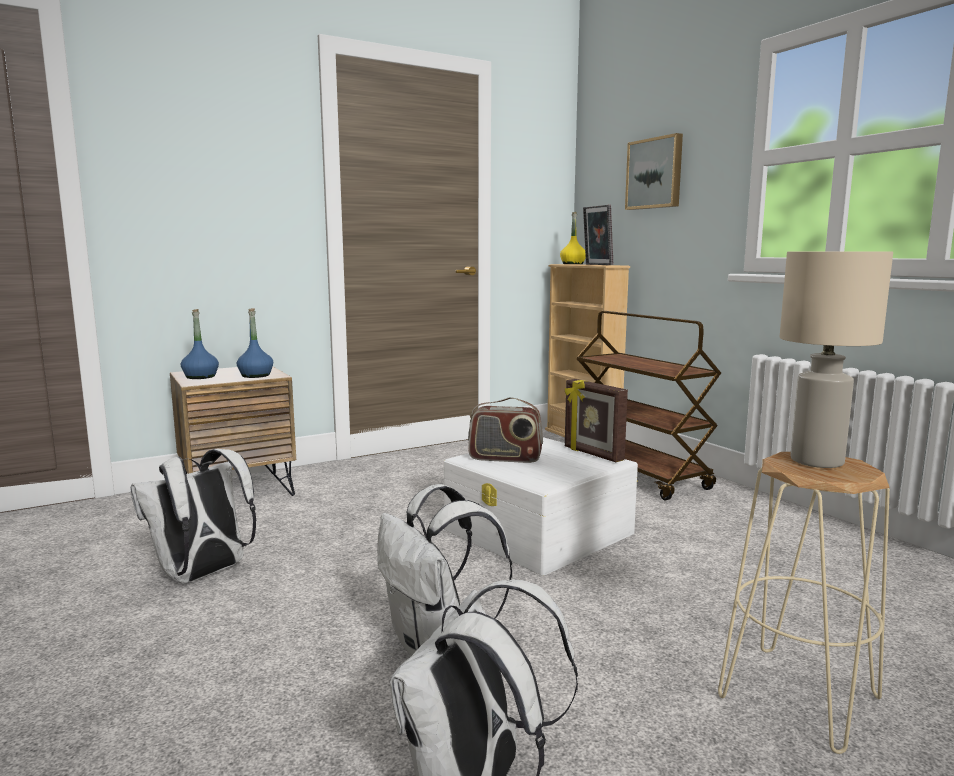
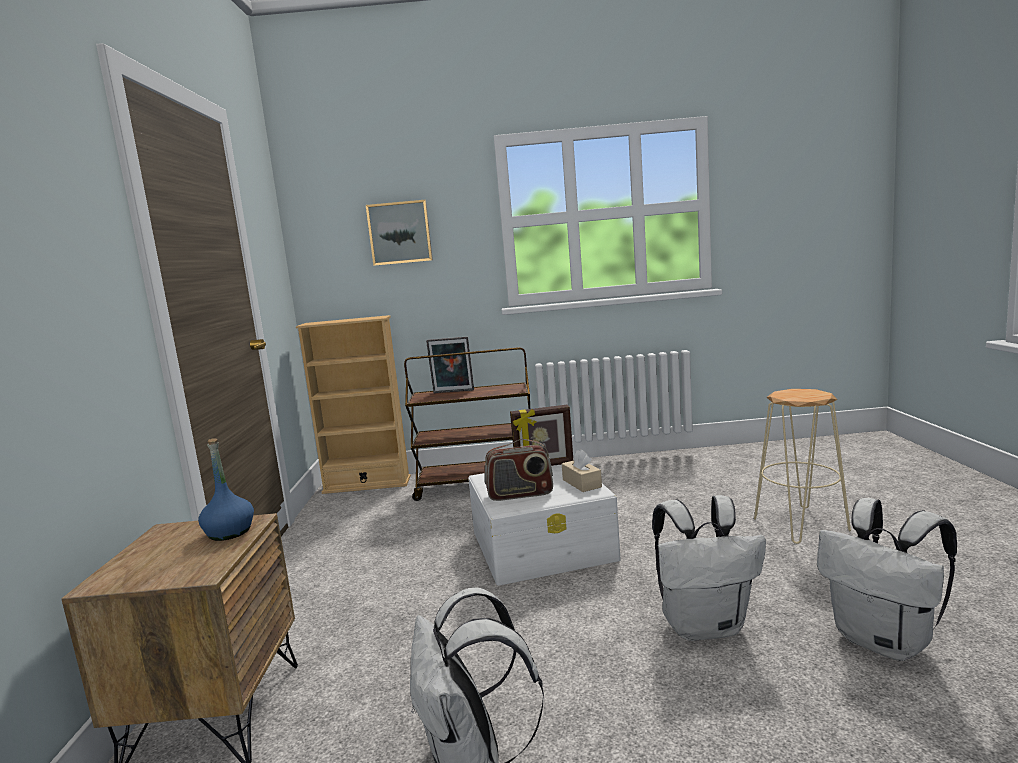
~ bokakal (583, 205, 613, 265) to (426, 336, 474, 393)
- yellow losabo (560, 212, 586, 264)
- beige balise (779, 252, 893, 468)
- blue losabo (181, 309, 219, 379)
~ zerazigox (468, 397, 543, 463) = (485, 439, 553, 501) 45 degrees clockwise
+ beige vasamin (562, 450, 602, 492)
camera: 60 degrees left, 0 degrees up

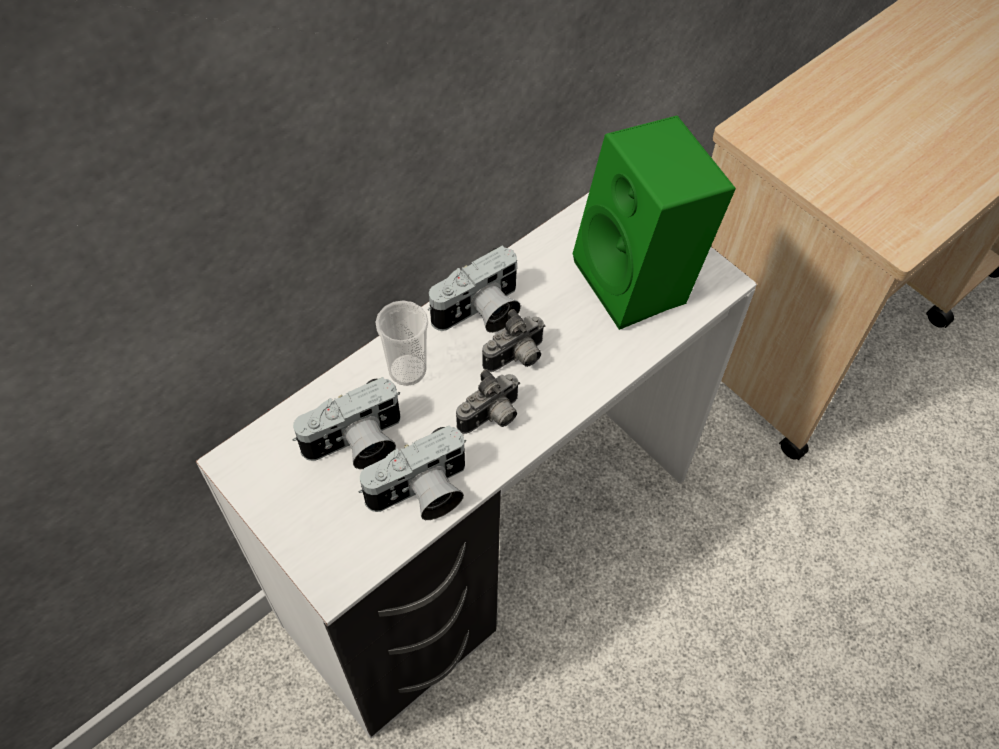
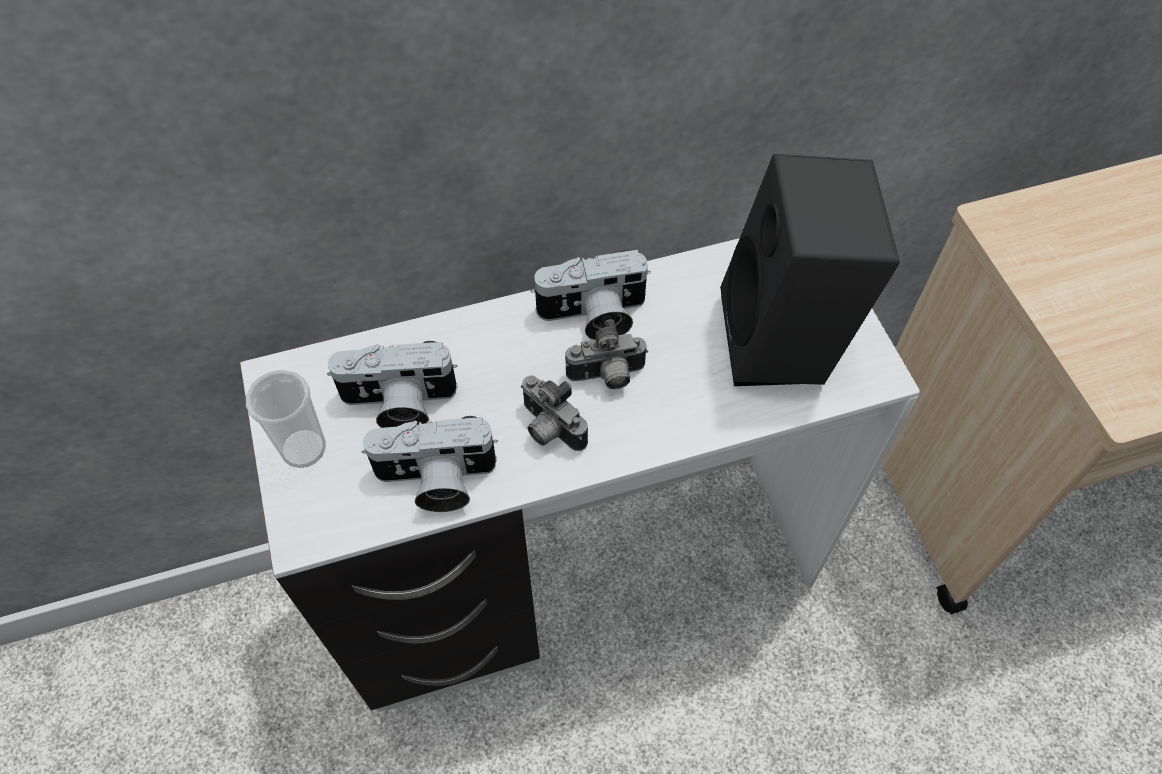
~ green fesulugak (573, 115, 736, 330) to black fesulugak (720, 154, 900, 386)
~ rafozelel (375, 300, 428, 386) to (246, 370, 326, 468)
~ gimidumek (456, 369, 520, 434) = (521, 375, 588, 451) 60 degrees clockwise
camera: 25 degrees right, 0 degrees up

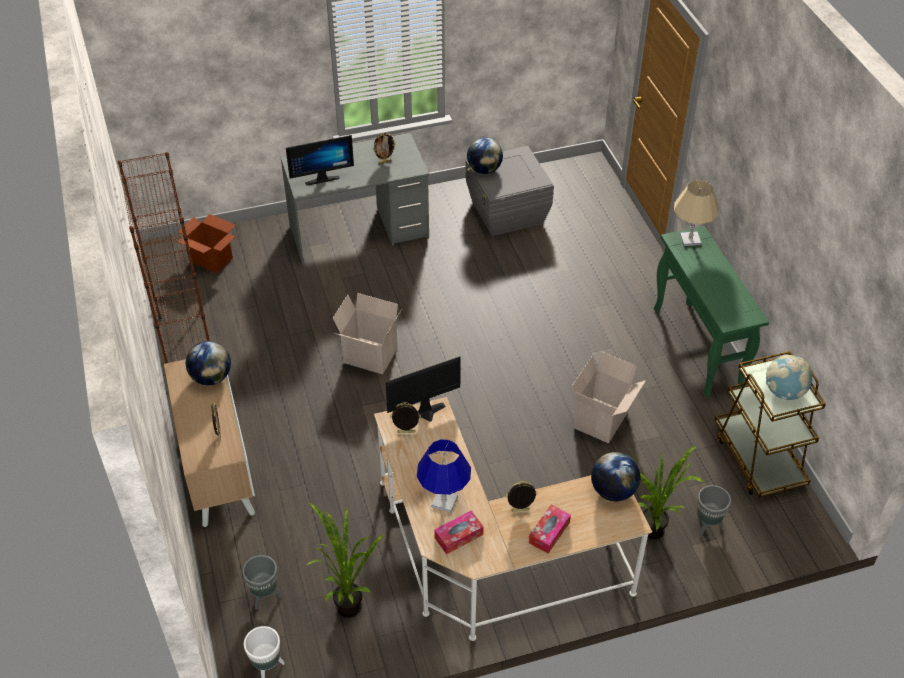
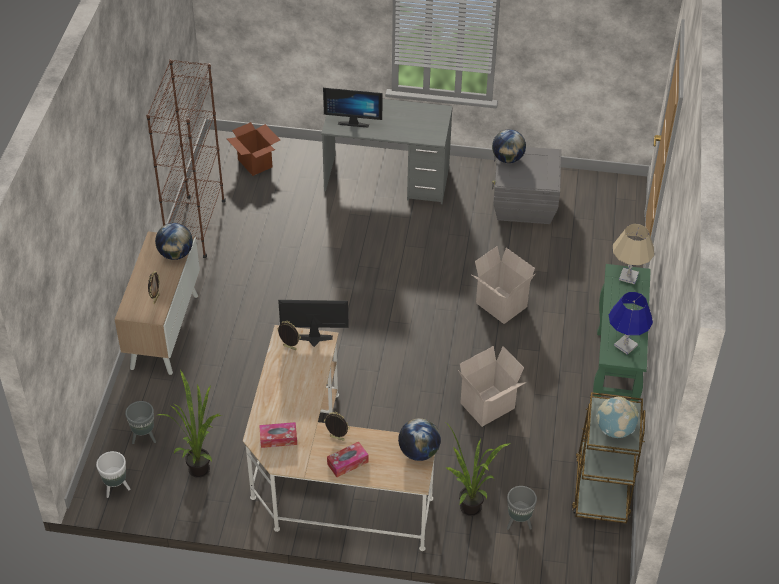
- bokakal (373, 133, 396, 164)
~ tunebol (333, 293, 402, 374) to (472, 246, 536, 324)
~ blue balise (417, 439, 471, 513) to (609, 292, 653, 355)
camera: 25 degrees right, 0 degrees up

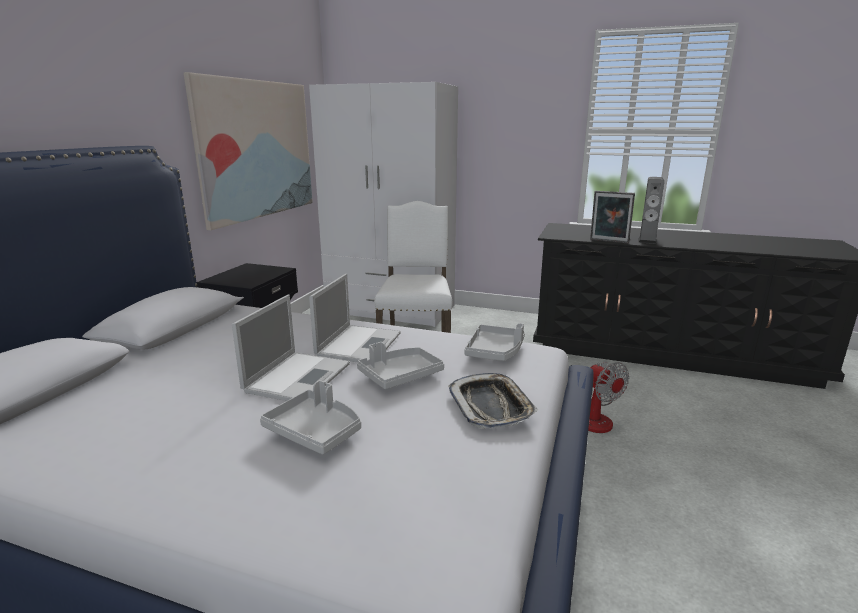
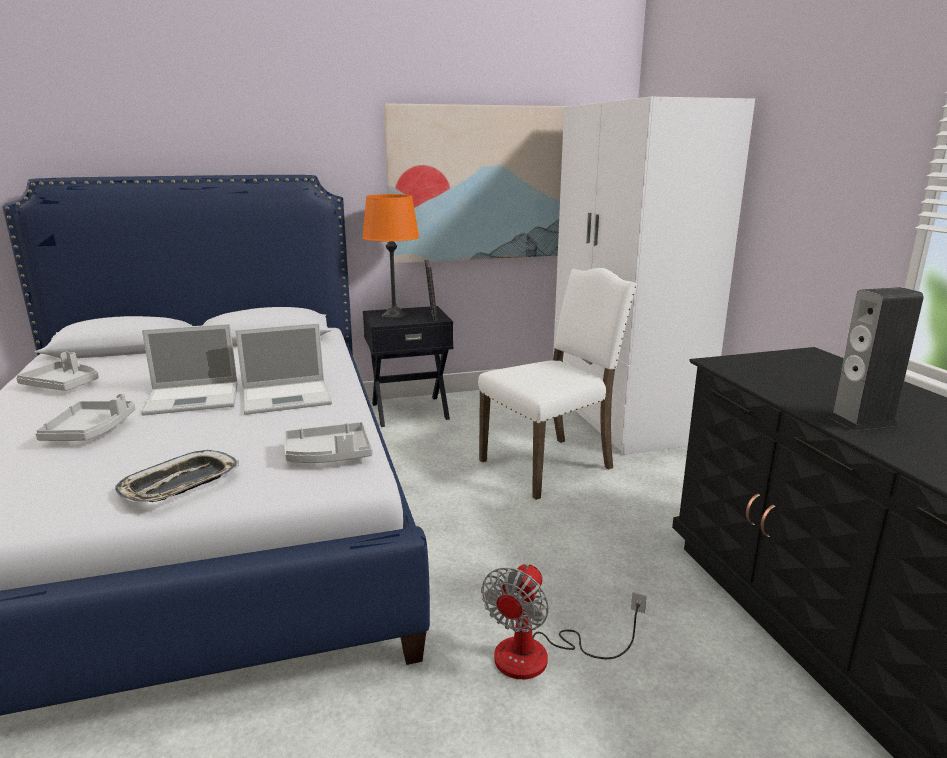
~ bokakal (590, 191, 635, 243) to (425, 260, 438, 321)
~ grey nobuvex (357, 342, 444, 389) to (16, 352, 99, 391)
+ orange balise (362, 194, 419, 318)
camera: 55 degrees right, 0 degrees up

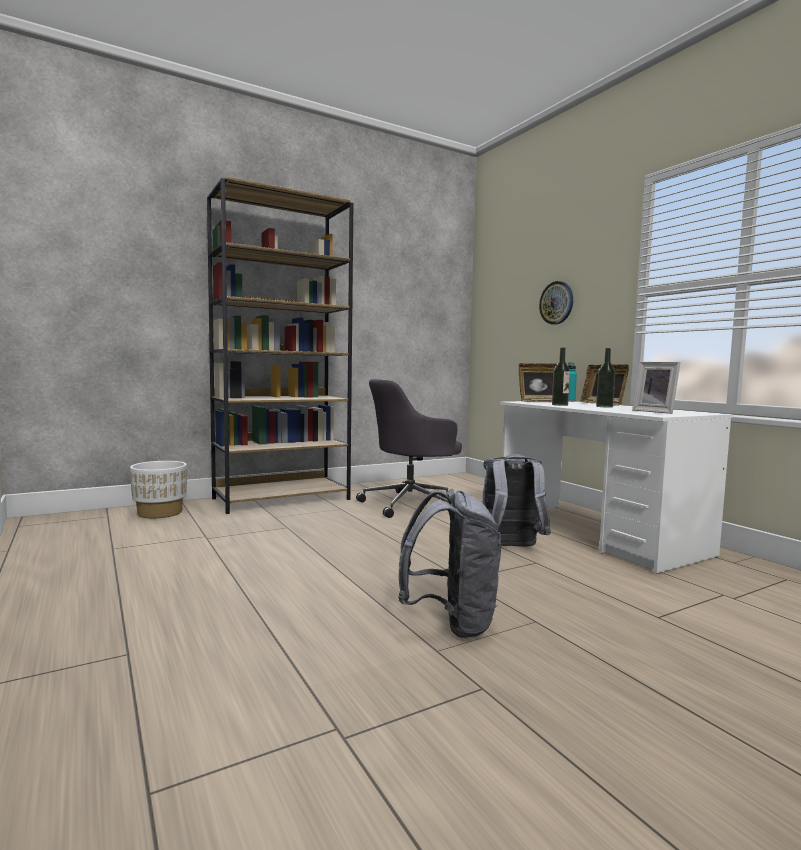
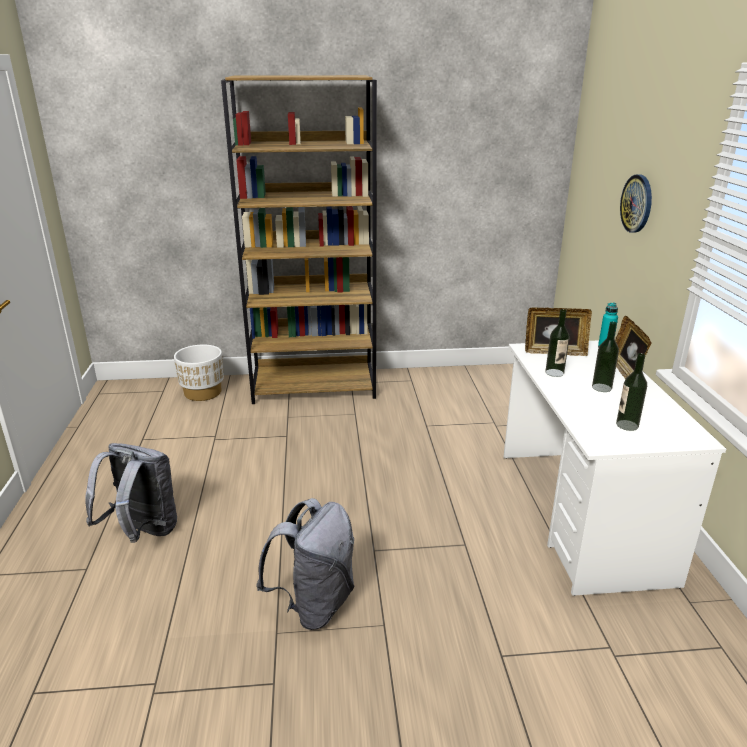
~ bokakal (632, 362, 681, 414) to losabo (616, 353, 647, 431)
- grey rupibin (356, 379, 462, 518)
~ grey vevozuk (482, 454, 551, 547) to (86, 443, 177, 543)
camera: 25 degrees right, 20 degrees up

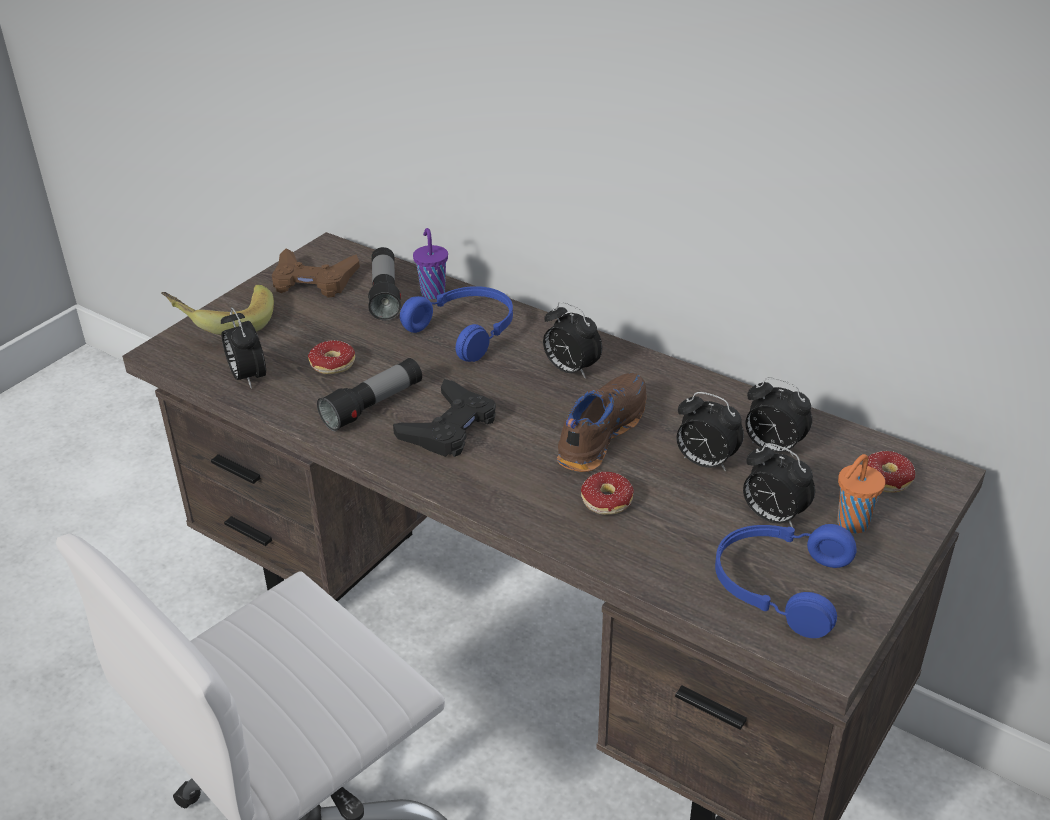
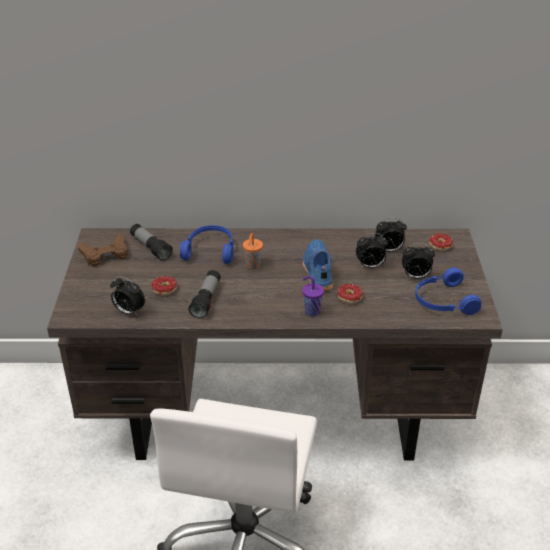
~ purple rafozelel (413, 228, 448, 299) to (302, 276, 324, 316)
- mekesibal (161, 284, 274, 335)
- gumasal (543, 302, 602, 379)
~ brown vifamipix (557, 373, 646, 472) to blue vifamipix (303, 239, 333, 291)
- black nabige (393, 379, 496, 457)
~ orange rafozelel (837, 454, 885, 533) to (243, 233, 263, 270)
camera: 35 degrees left, 0 degrees up

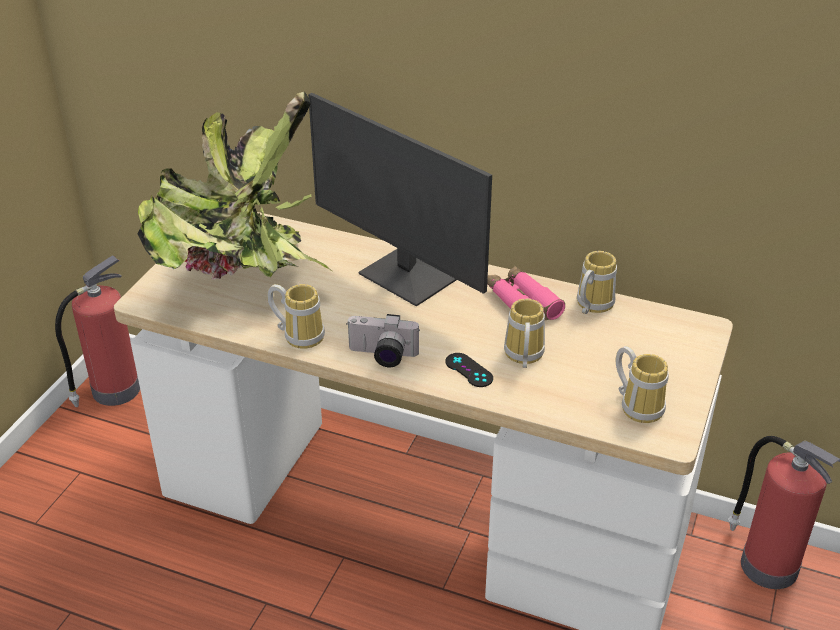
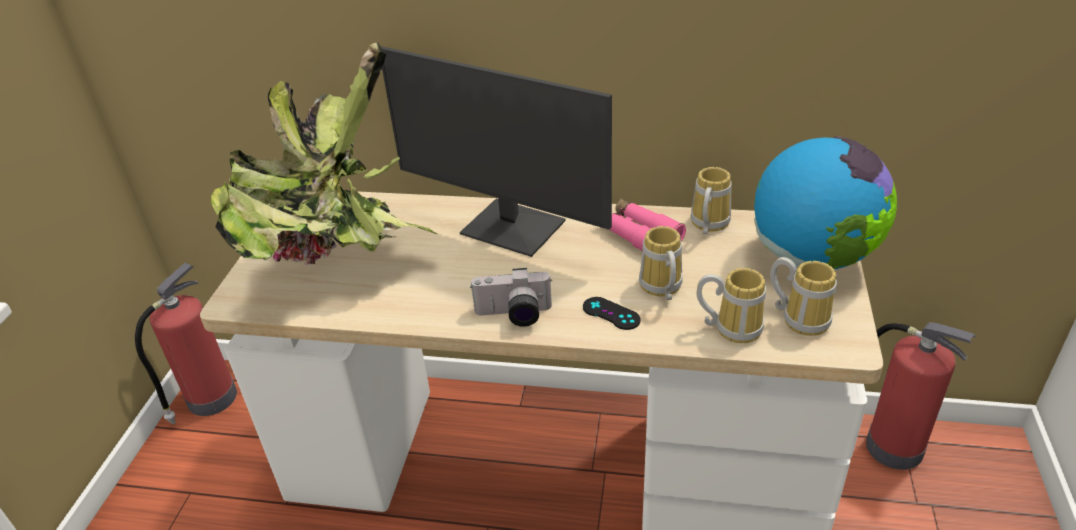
~ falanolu (267, 284, 325, 349) to (696, 268, 766, 343)
+ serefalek (754, 136, 897, 269)
camera: 10 degrees left, 0 degrees up

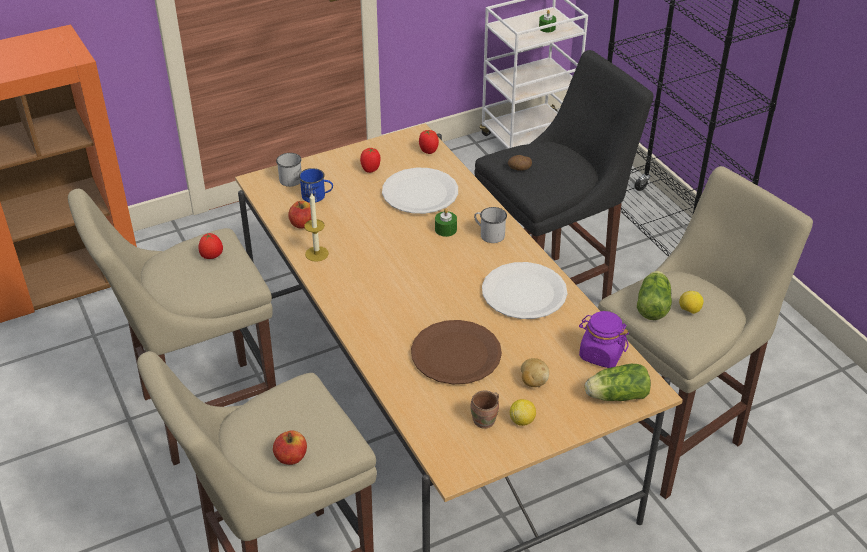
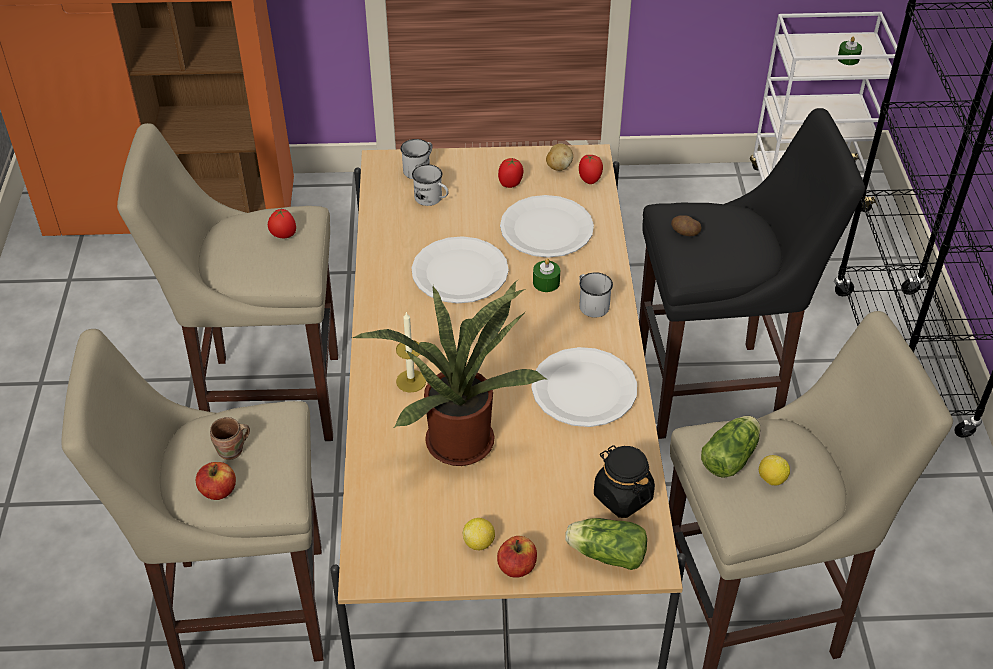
~ blue falanolu (299, 168, 333, 203) to white falanolu (412, 164, 449, 206)
~ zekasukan (304, 193, 329, 262) to (396, 311, 426, 393)
~ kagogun (288, 201, 311, 229) to (497, 536, 537, 578)
~ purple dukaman (579, 311, 629, 368) to black dukaman (594, 445, 655, 518)
~ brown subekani (411, 320, 502, 384) to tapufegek (352, 281, 548, 466)
~ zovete (521, 358, 549, 387) to (546, 143, 573, 171)
~ brown falanolu (470, 390, 499, 429) to (210, 417, 250, 460)
+ white subekani (411, 236, 509, 304)
camera: 25 degrees right, 5 degrees up

